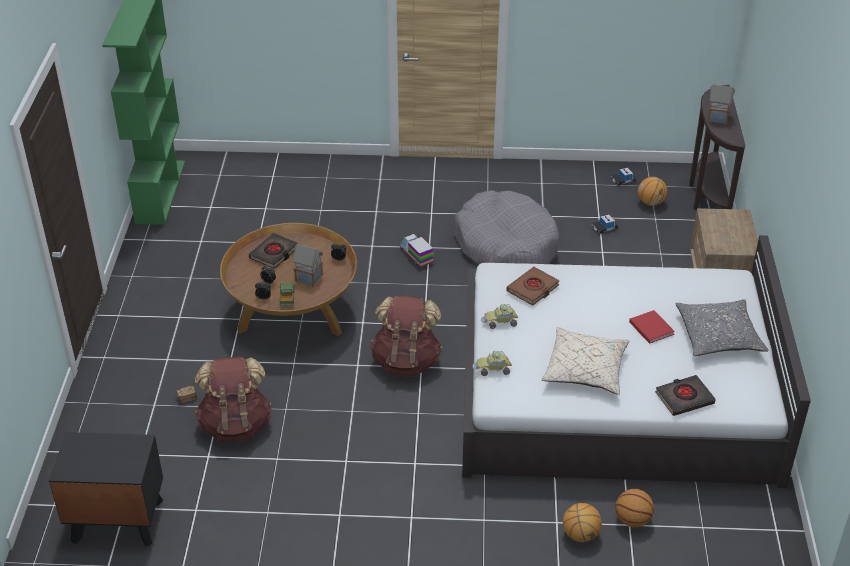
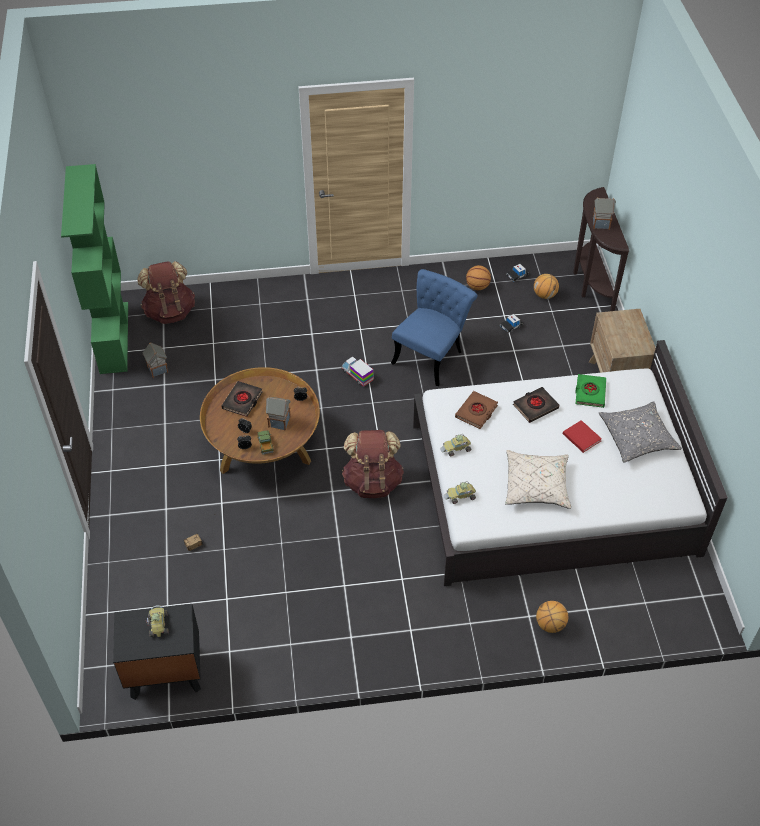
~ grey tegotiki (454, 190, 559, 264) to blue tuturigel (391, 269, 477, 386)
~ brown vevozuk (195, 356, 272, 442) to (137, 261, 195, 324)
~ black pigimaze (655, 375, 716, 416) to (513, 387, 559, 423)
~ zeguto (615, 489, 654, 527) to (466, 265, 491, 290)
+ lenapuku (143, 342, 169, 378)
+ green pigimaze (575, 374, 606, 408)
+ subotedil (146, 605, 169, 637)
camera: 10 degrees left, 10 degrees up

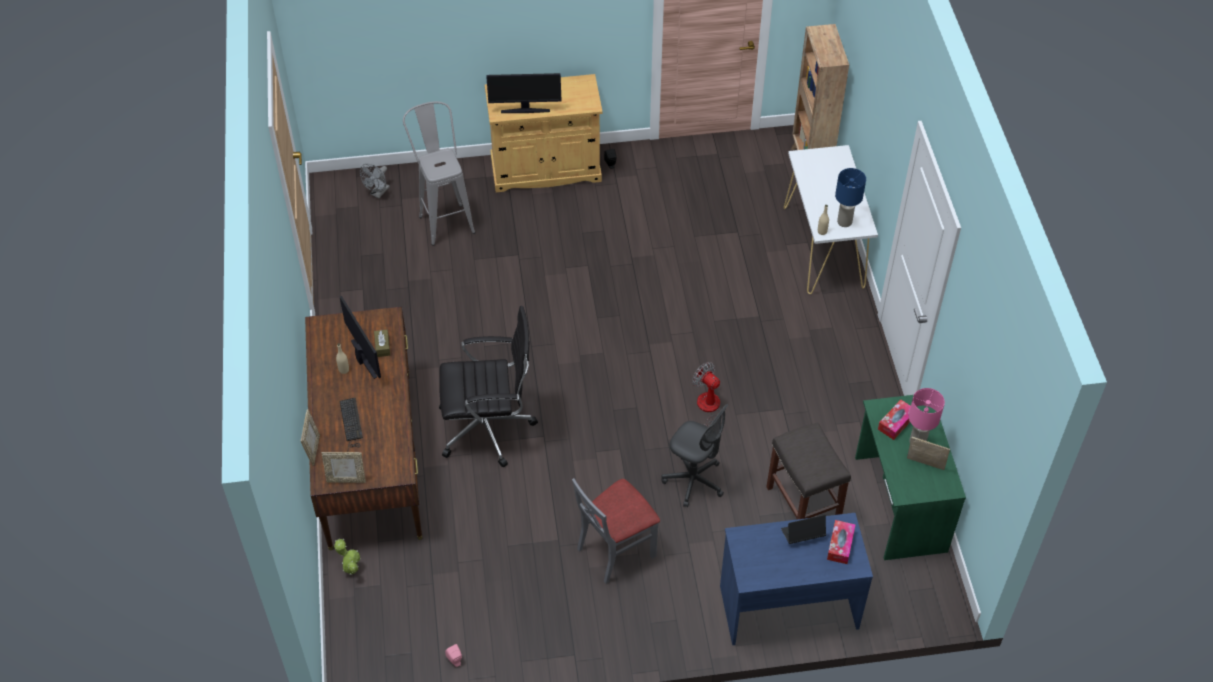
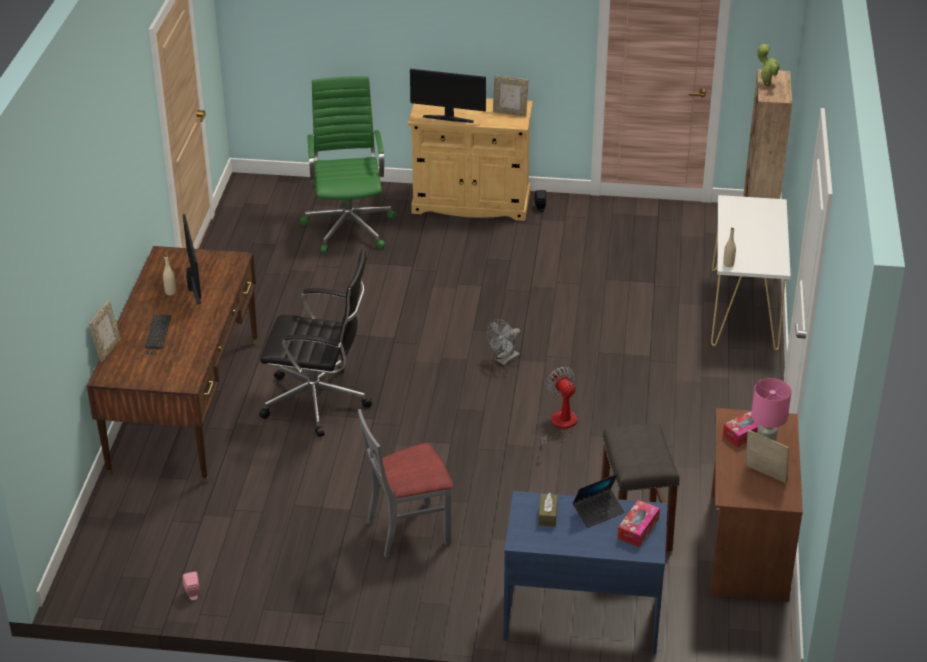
~ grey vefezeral (403, 101, 475, 246) to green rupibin (300, 76, 397, 253)
~ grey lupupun (360, 164, 390, 198) to (487, 319, 520, 365)
- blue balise (835, 168, 866, 227)
~ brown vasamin (374, 330, 390, 357) to (538, 492, 558, 527)
~ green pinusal (855, 395, 966, 560) to brown pinusal (710, 408, 803, 602)
- grey rupibin (661, 404, 728, 507)
~ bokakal (322, 452, 366, 483) to (493, 75, 529, 117)
~ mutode (781, 515, 826, 544) = (573, 474, 625, 528) 150 degrees clockwise
~ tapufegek (334, 538, 361, 575) to (758, 44, 780, 87)
camera: 15 degrees right, 15 degrees down

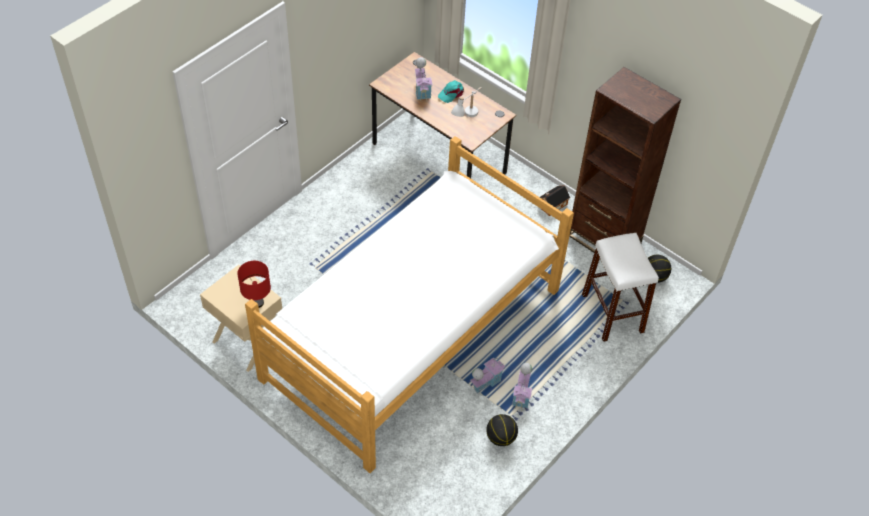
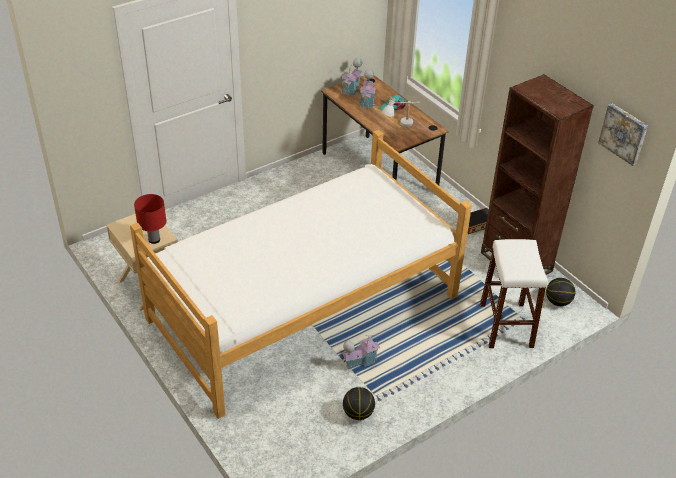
~ lenapuku (513, 363, 532, 412) to (342, 58, 363, 97)
+ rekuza (598, 103, 648, 166)
camera: 15 degrees right, 10 degrees down

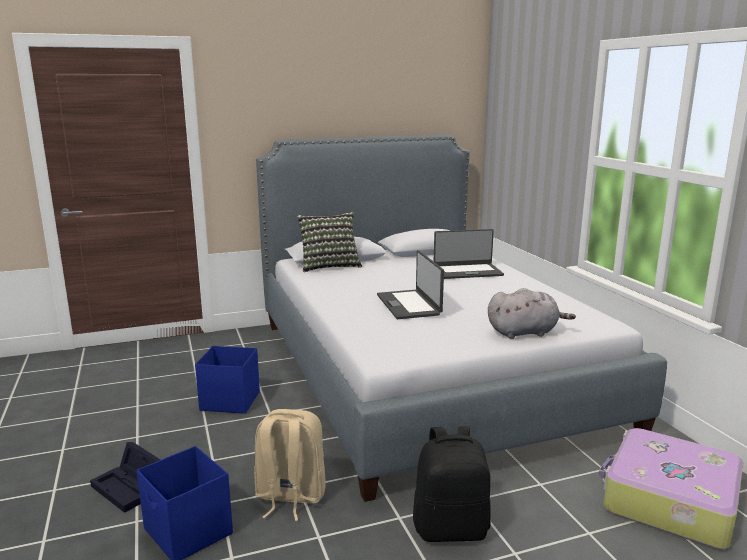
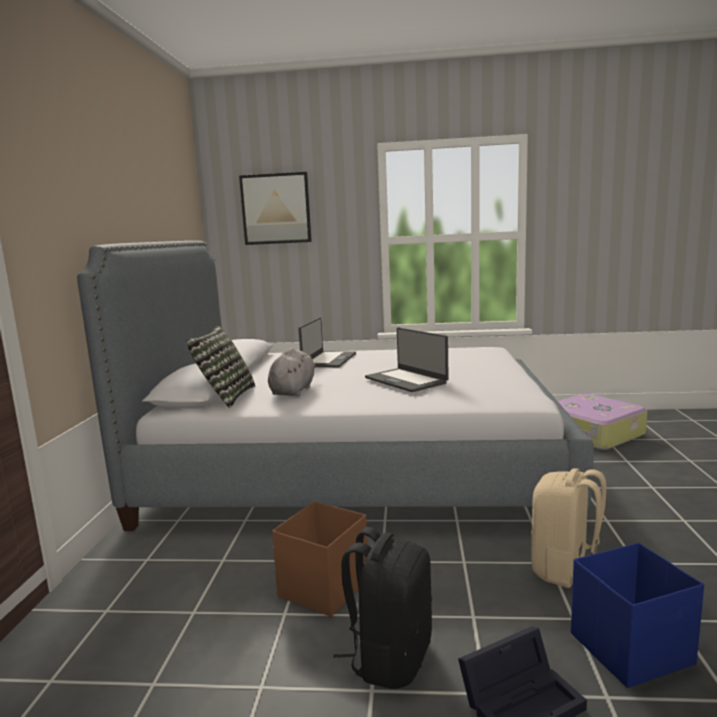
~ mutode (377, 250, 444, 319) = (365, 328, 449, 392) 45 degrees clockwise
~ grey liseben (488, 288, 576, 339) to (268, 348, 318, 397)
~ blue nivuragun (195, 346, 260, 414) to brown nivuragun (272, 501, 368, 617)
~ black vevozuk (413, 426, 491, 542) to (333, 527, 432, 689)
+ rekuza (239, 172, 312, 245)
camera: 65 degrees left, 5 degrees down

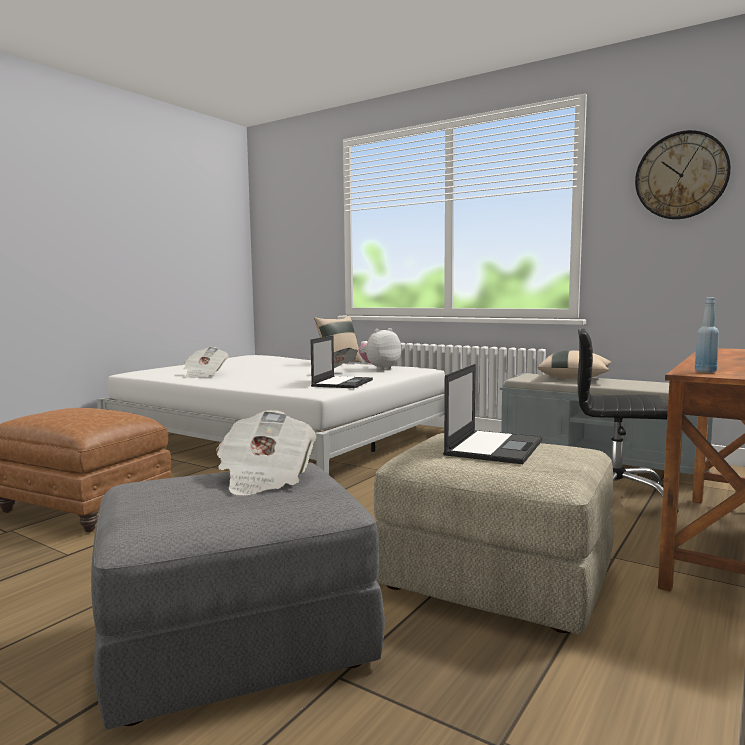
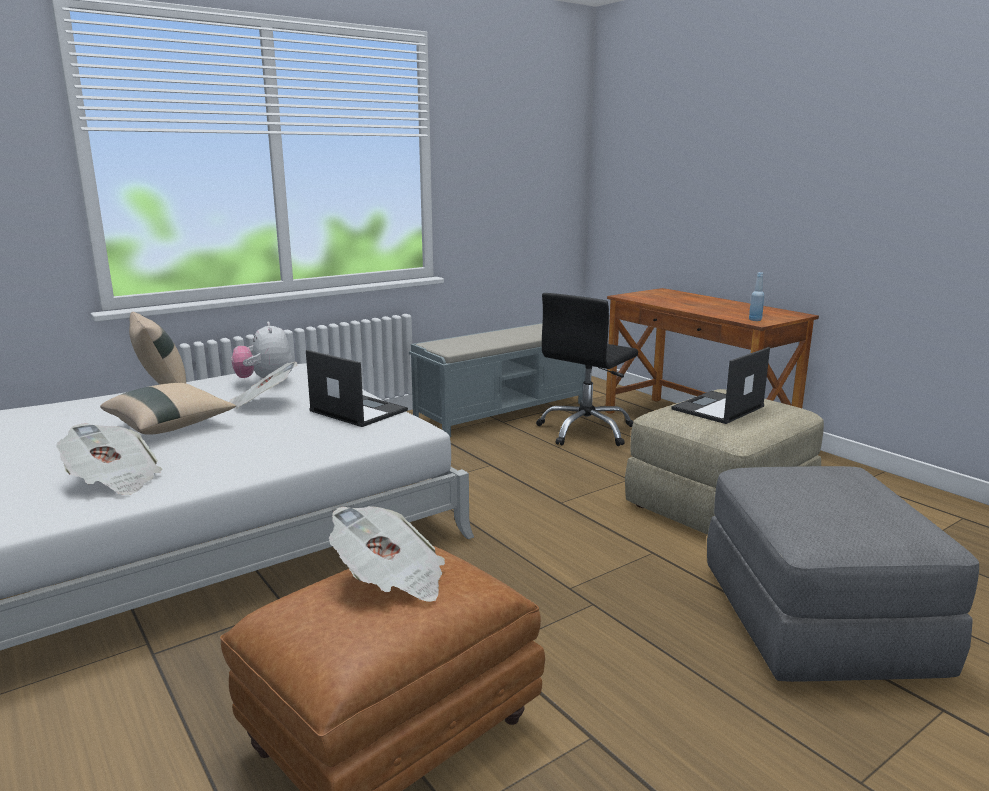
- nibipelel (635, 130, 731, 219)
~ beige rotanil (538, 350, 612, 379) to (100, 383, 236, 435)
~ mutode (443, 364, 542, 464) = (671, 347, 770, 424) 90 degrees counterclockwise
~ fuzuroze (216, 410, 317, 495) to (329, 506, 445, 602)
camera: 70 degrees left, 10 degrees up

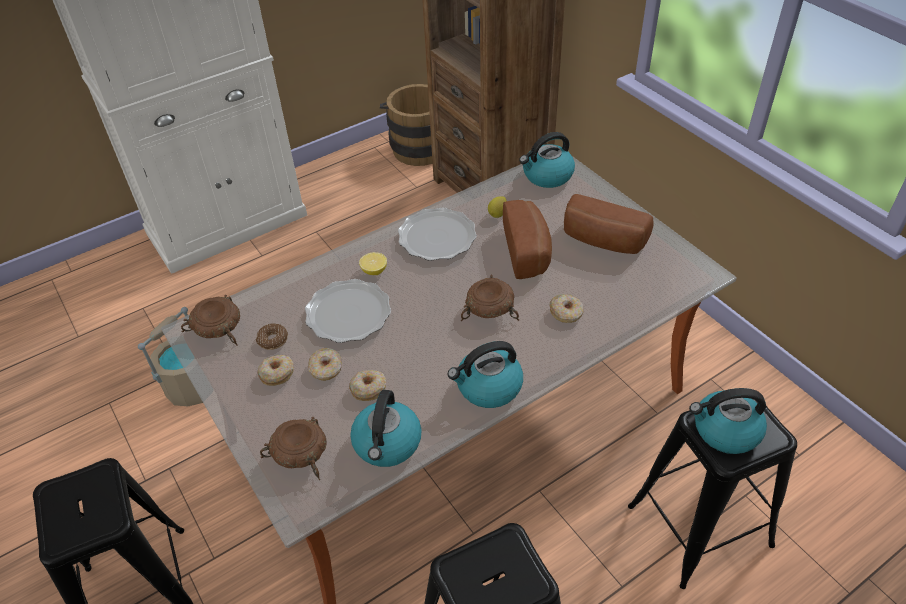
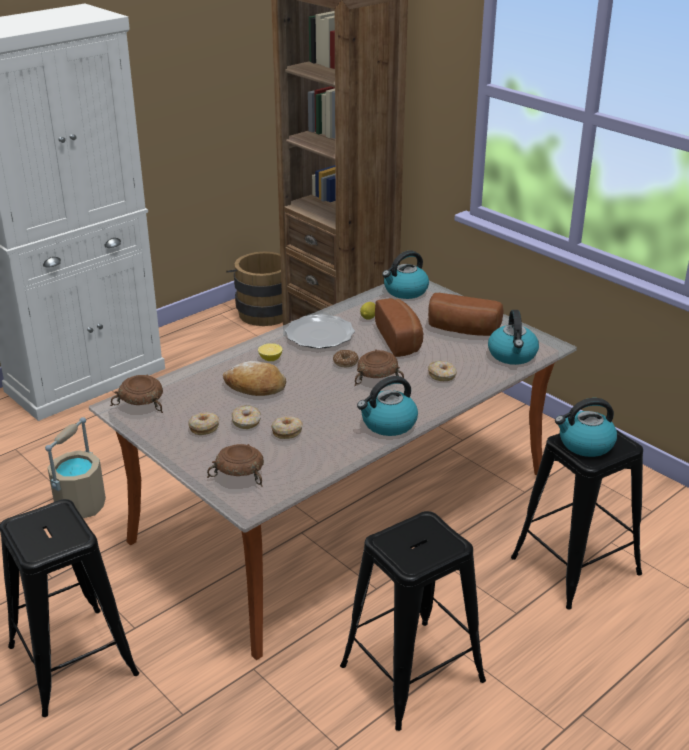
~ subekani (305, 279, 391, 343) to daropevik (223, 361, 286, 396)
~ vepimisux (256, 323, 288, 350) to (333, 350, 359, 367)
~ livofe (350, 390, 422, 467) to (488, 310, 539, 365)
camera: 10 degrees left, 15 degrees down

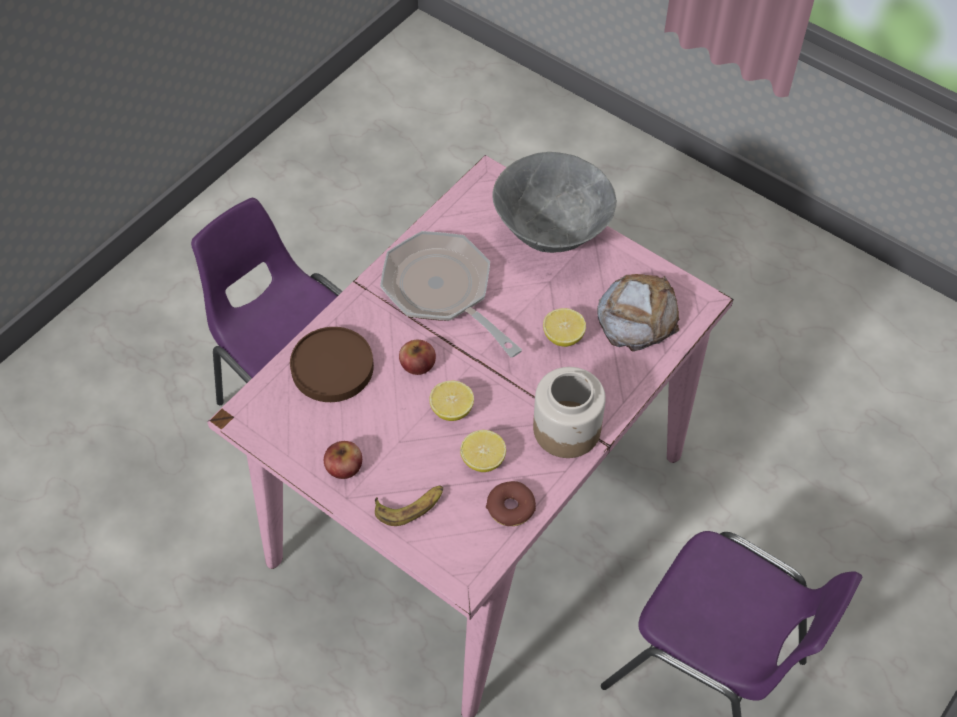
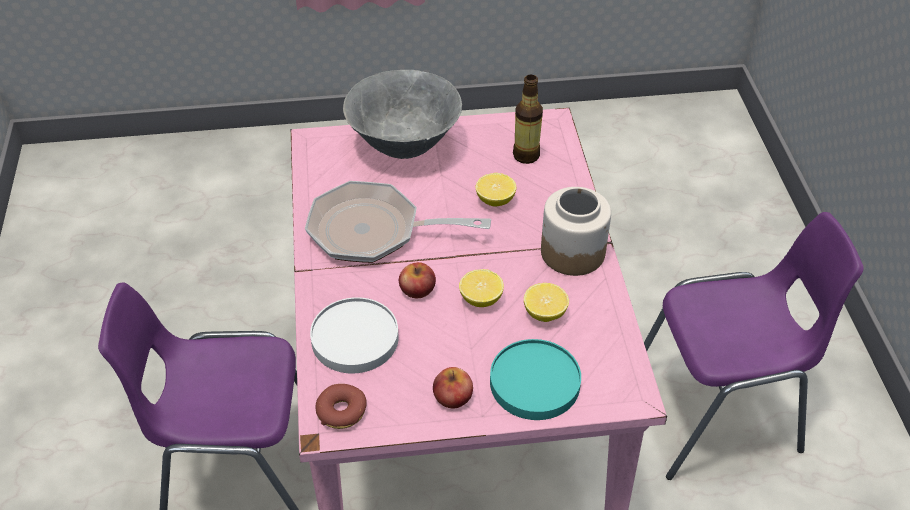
~ daropevik (597, 274, 679, 352) to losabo (513, 75, 543, 164)
~ brown subekani (290, 327, 374, 402) to white subekani (310, 297, 399, 373)
~ vepimisux (486, 481, 536, 526) to (315, 384, 367, 429)
~ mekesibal (375, 485, 443, 526) to turquoise subekani (490, 339, 581, 420)
camera: 45 degrees left, 10 degrees down

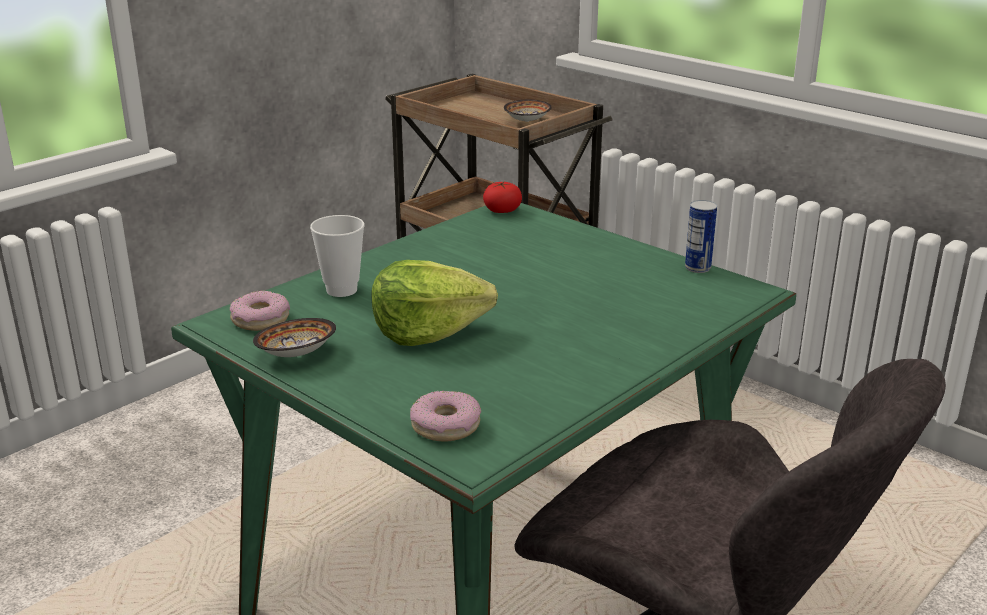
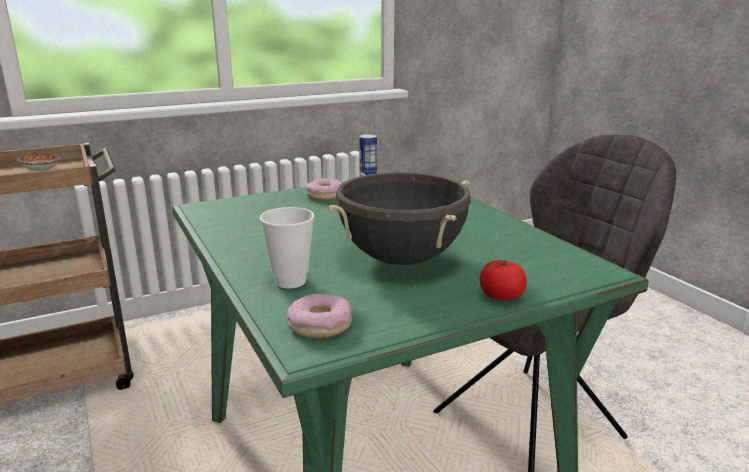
~ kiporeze (483, 181, 522, 213) to (480, 260, 527, 300)
~ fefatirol (371, 260, 498, 346) to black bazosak (327, 172, 471, 265)
- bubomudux (253, 318, 336, 357)
~ vepimisux (410, 391, 481, 441) to (306, 178, 343, 200)
camera: 70 degrees left, 5 degrees down

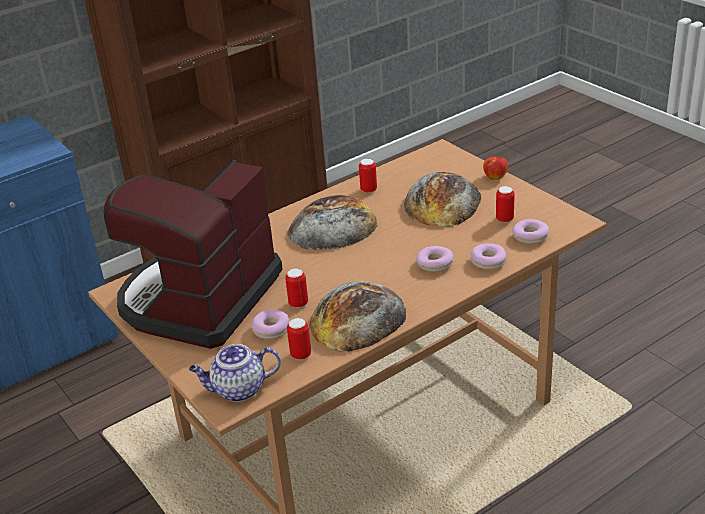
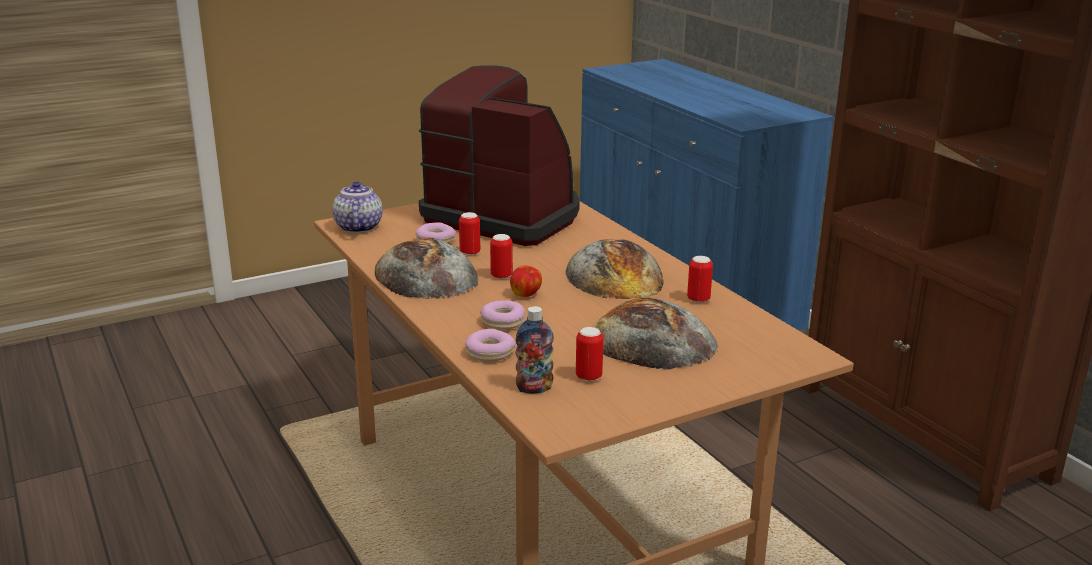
~ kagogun (483, 157, 508, 180) to (510, 265, 542, 297)
~ vepimisux (512, 219, 549, 244) to losabo (515, 306, 554, 394)
~ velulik (287, 318, 311, 360) to (490, 234, 513, 279)
camera: 95 degrees right, 10 degrees down

